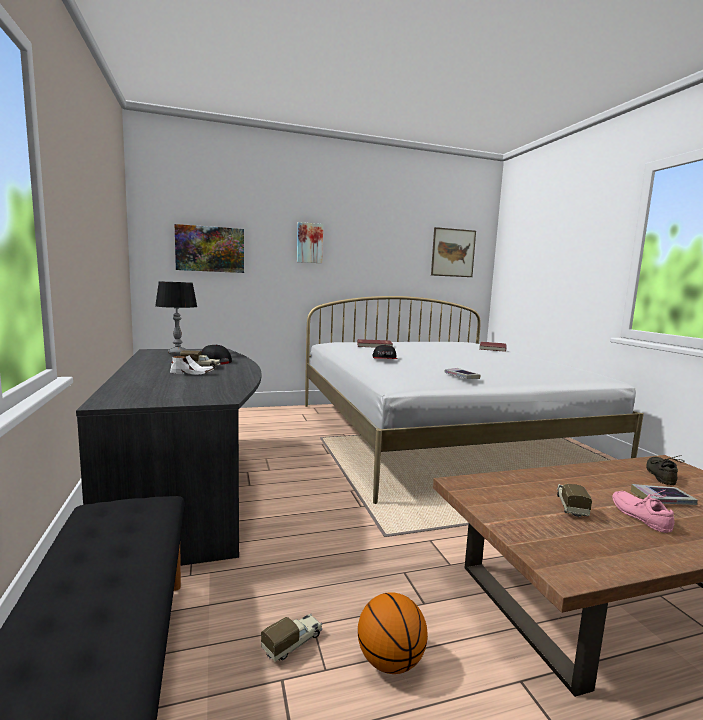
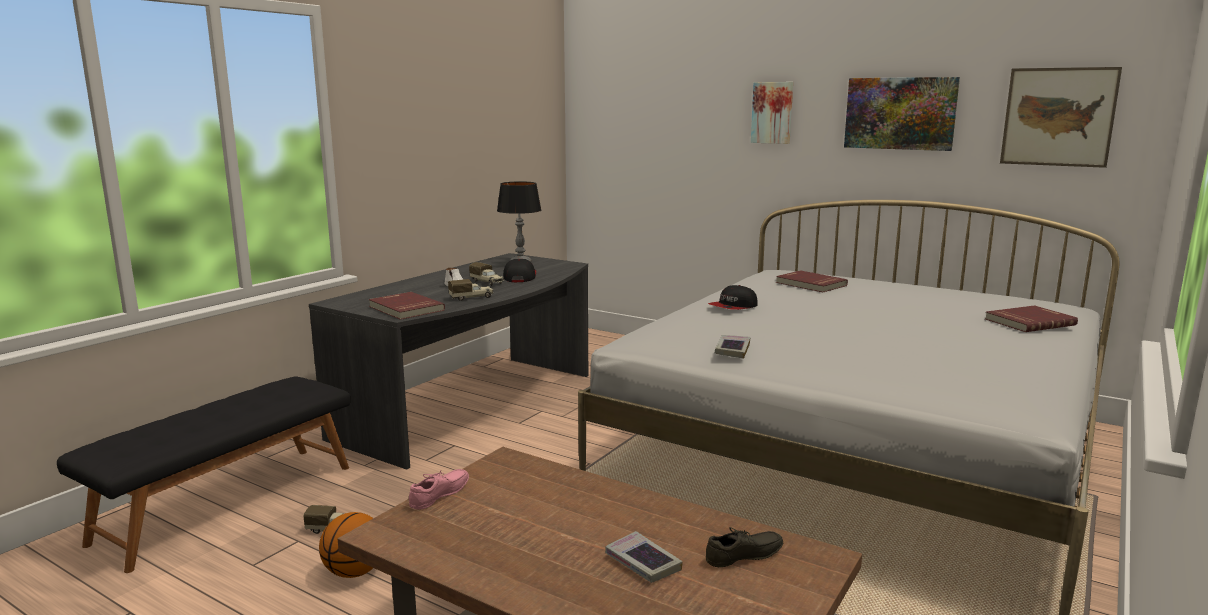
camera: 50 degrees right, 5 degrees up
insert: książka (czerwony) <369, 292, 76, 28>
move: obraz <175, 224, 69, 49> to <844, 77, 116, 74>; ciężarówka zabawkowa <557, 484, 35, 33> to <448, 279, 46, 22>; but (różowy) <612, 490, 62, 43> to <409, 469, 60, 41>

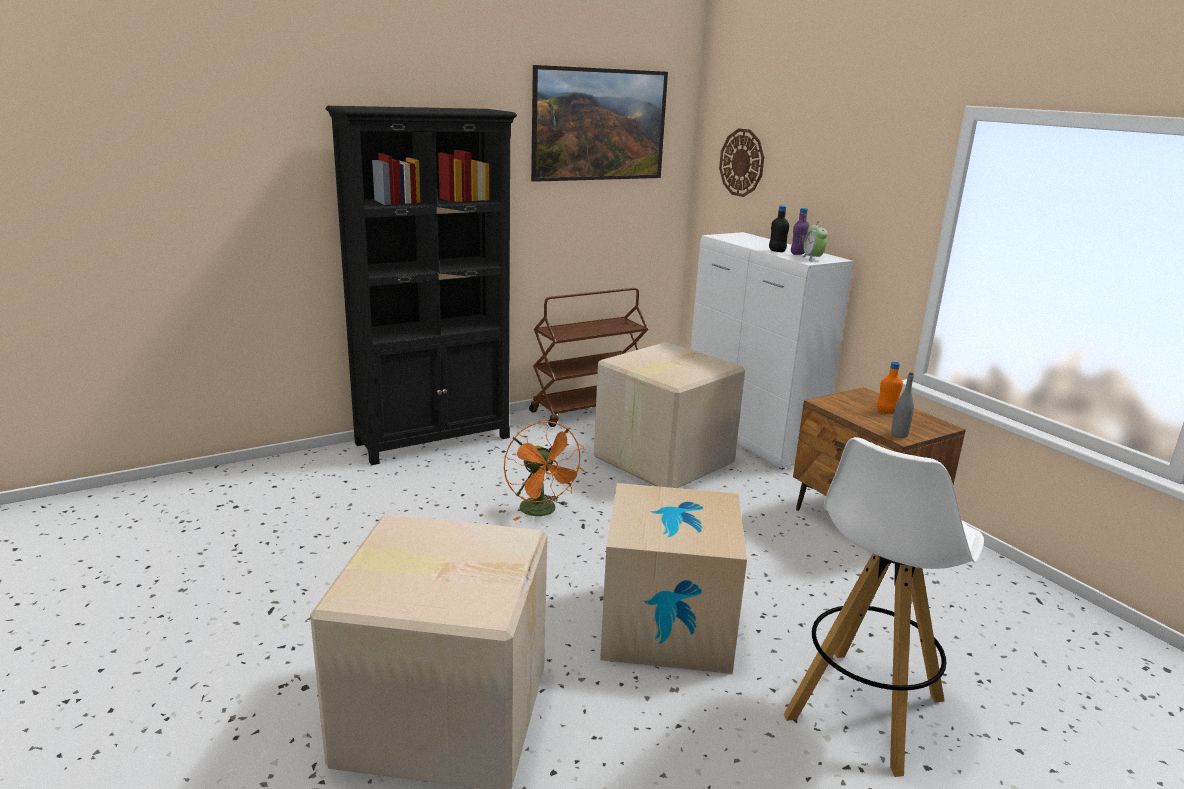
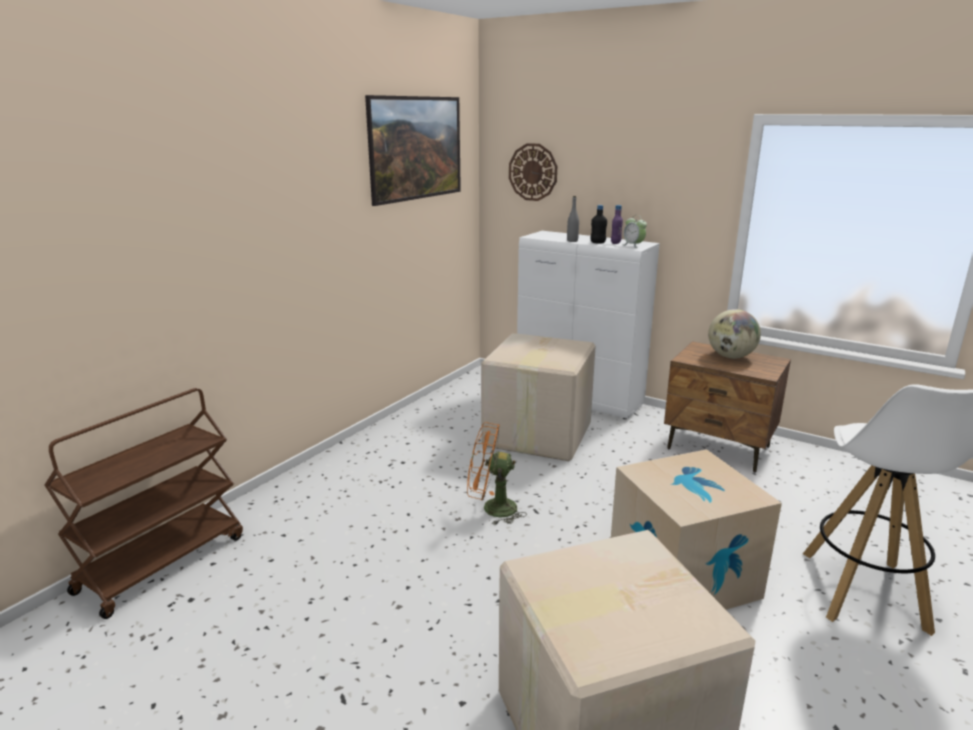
camera: 25 degrees left, 0 degrees up
delete: regał (czarny) <326, 106, 191, 359>
move: wózek (brązowy) <529, 288, 120, 139> to <45, 388, 198, 231>; butelka (szary) <891, 372, 23, 66> to <567, 196, 12, 46>
replace: butelka (pomarańczowy) <877, 362, 26, 51> to globus <708, 309, 53, 49>
rotate: wentylator (pomarańczowy) <504, 421, 81, 100> = <467, 422, 60, 103> 150 degrees clockwise

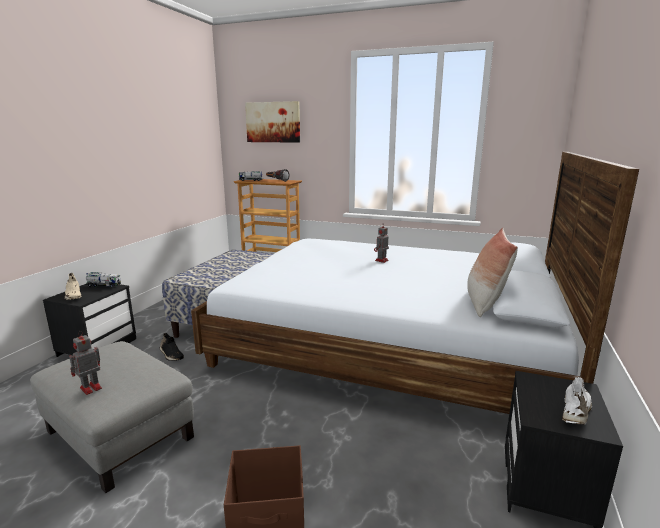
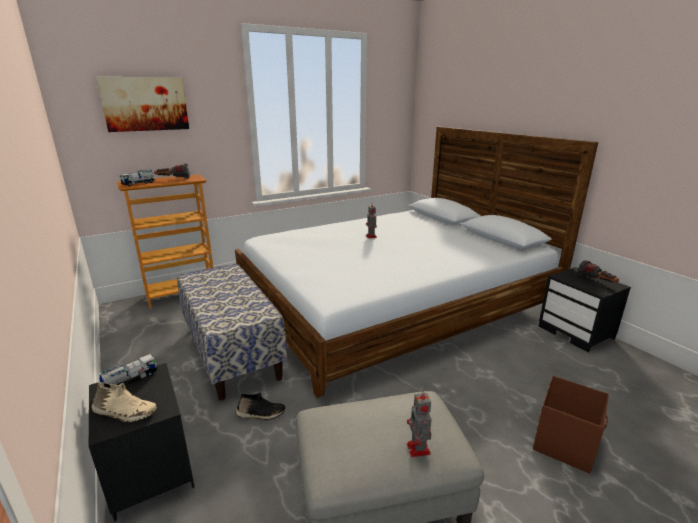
camera: 50 degrees left, 5 degrees up
delete: poduszka <467, 228, 51, 89>
replace: but (biały) <562, 377, 30, 48> to latarka <578, 260, 41, 23>

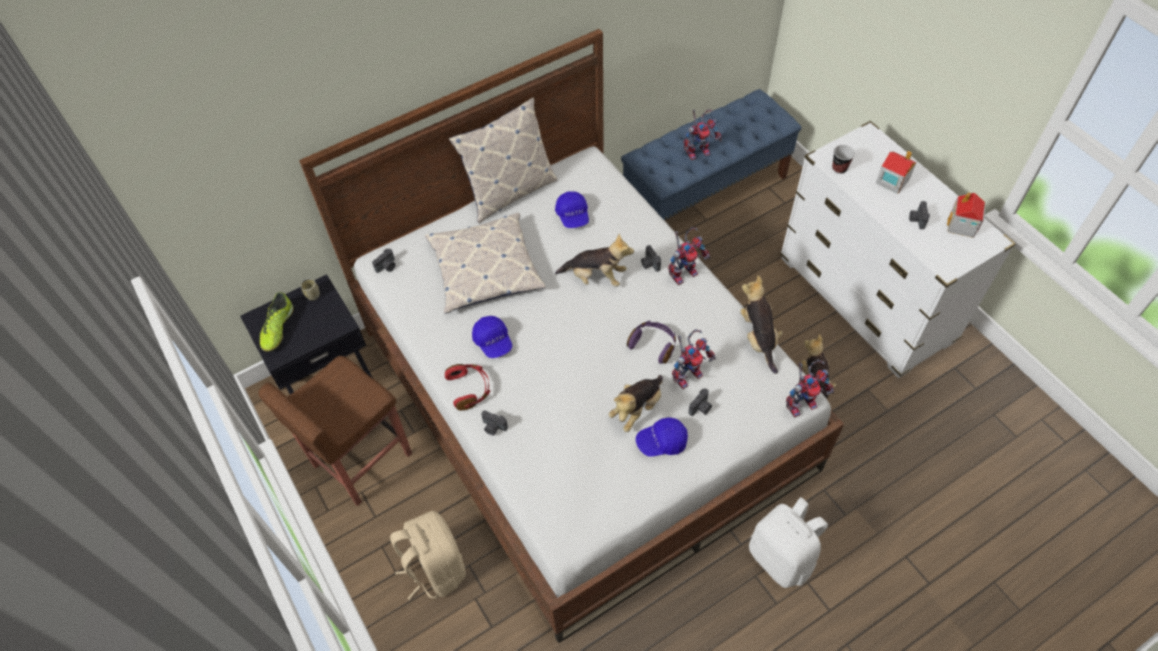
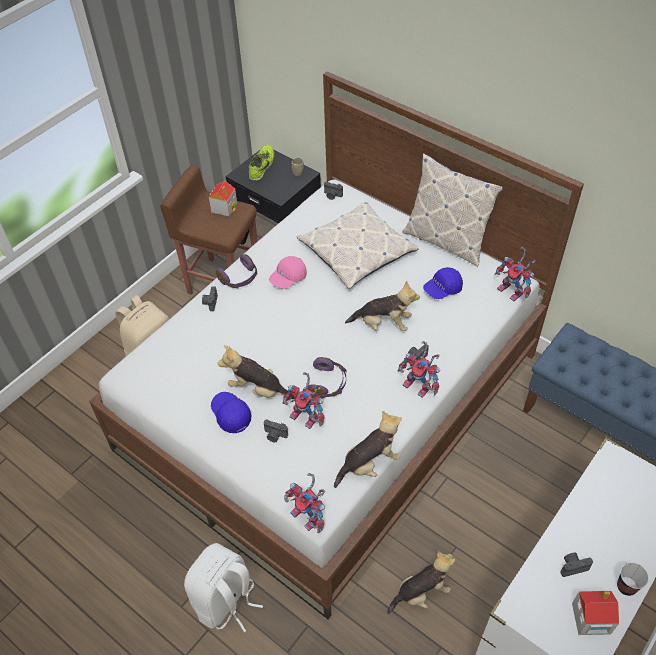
camera: 70 degrees right, 5 degrees down
move: robot zabawkowy <683, 109, 39, 51> to <495, 247, 41, 54>; filiżanka <832, 145, 23, 29> to <617, 562, 32, 34>; domek <876, 151, 40, 43> to <209, 181, 28, 36>
recolor: słuchawki (czerwony) <445, 364, 45, 47> to słuchawki (fioletowy) <216, 254, 41, 34>; czapka z daszkiem (niebieski) <472, 316, 41, 42> to czapka z daszkiem (różowy) <269, 256, 38, 33>
rotate: but <260, 292, 34, 60> = <249, 145, 25, 36> 120 degrees clockwise; pluszak <555, 234, 79, 53> = <345, 281, 75, 50> 75 degrees counterclockwise

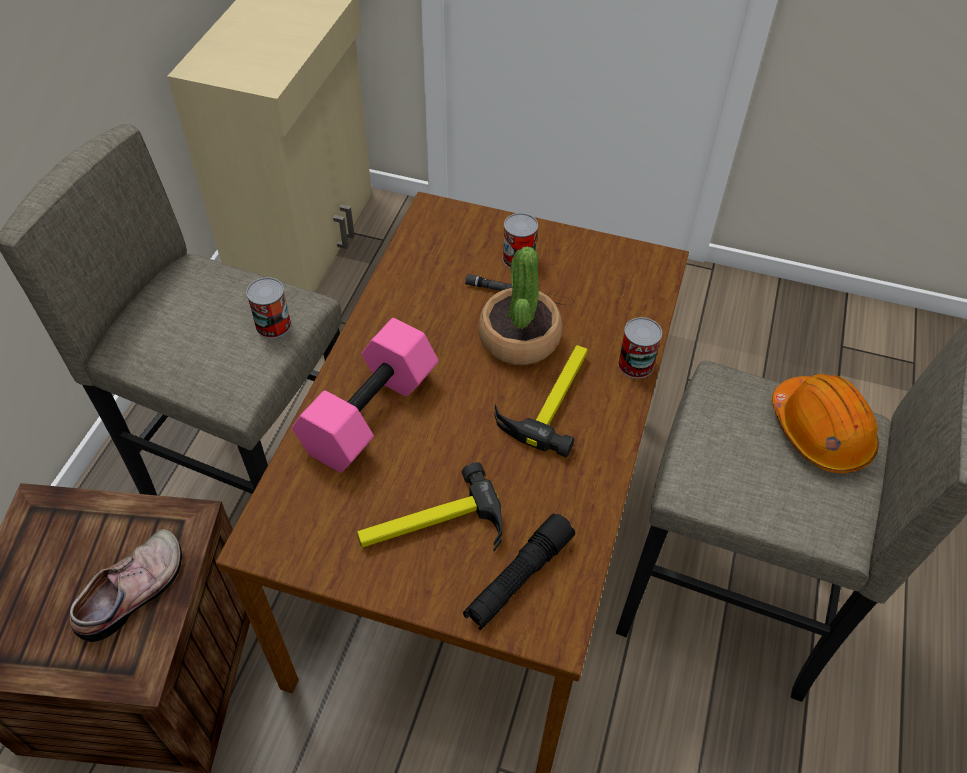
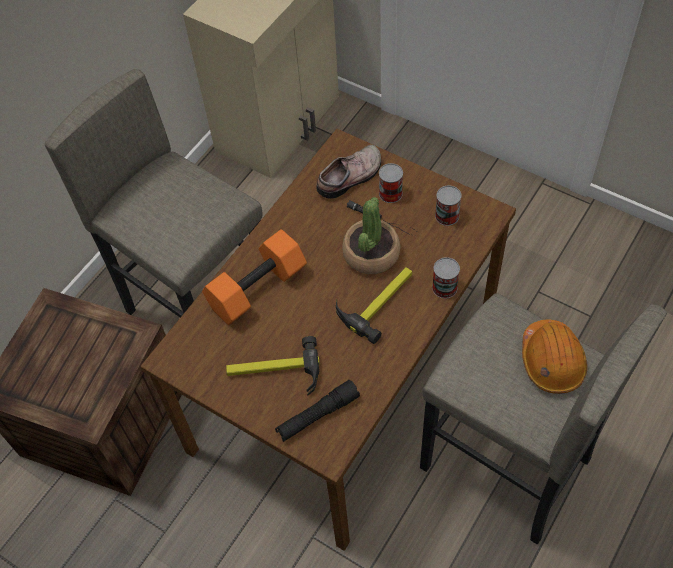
camera: 20 degrees right, 5 degrees up
move: but <69, 529, 113, 113> to <316, 145, 65, 54>; puszka <246, 277, 45, 61> to <435, 185, 27, 41>
recolor: hantel (różowy) <292, 318, 147, 155> to hantel (pomarańczowy) <202, 229, 105, 96>

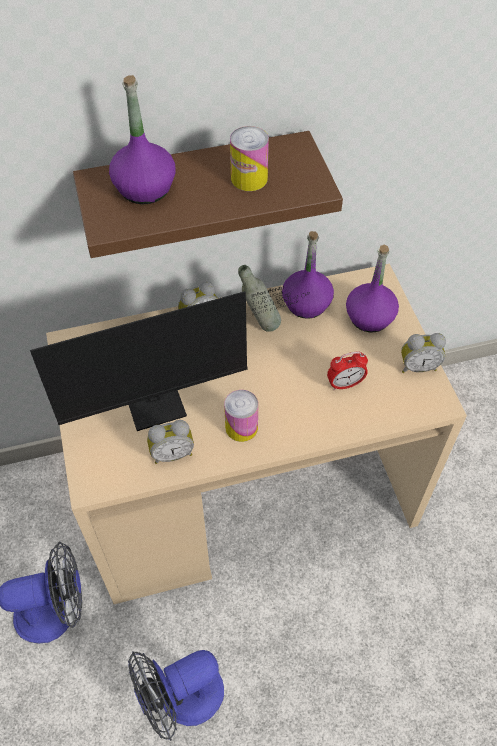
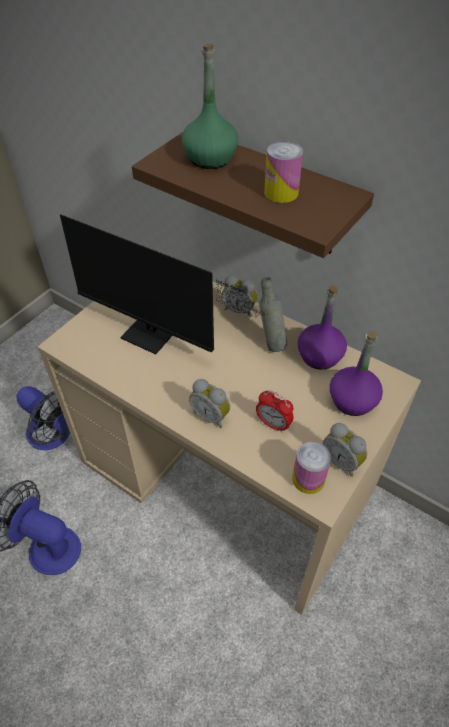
camera: 50 degrees right, 5 degrees down
move: budzik <147, 420, 47, 44> to <189, 379, 41, 49>; puszka <224, 390, 34, 52> to <292, 442, 39, 52>
recolor: butelka (fioletowy) <109, 75, 67, 129> to butelka (zielony) <182, 44, 56, 125>

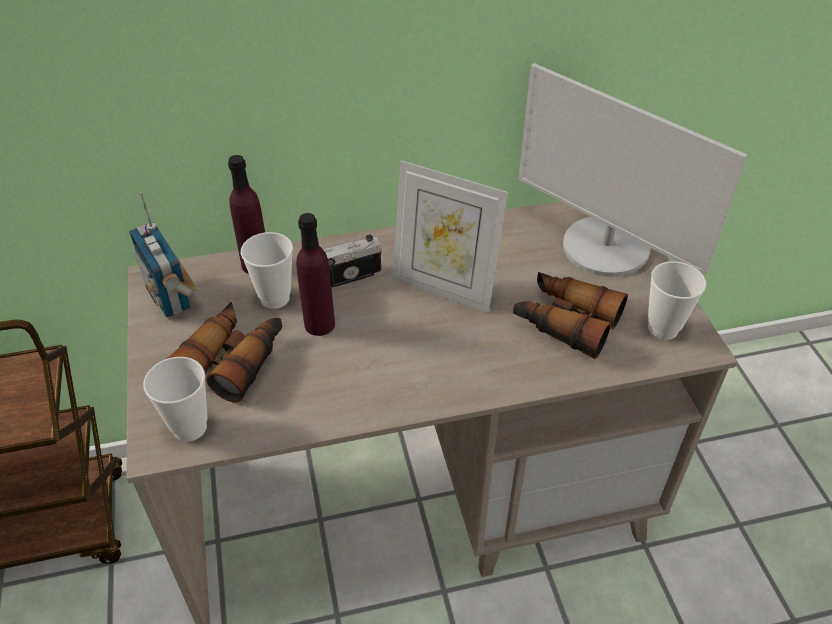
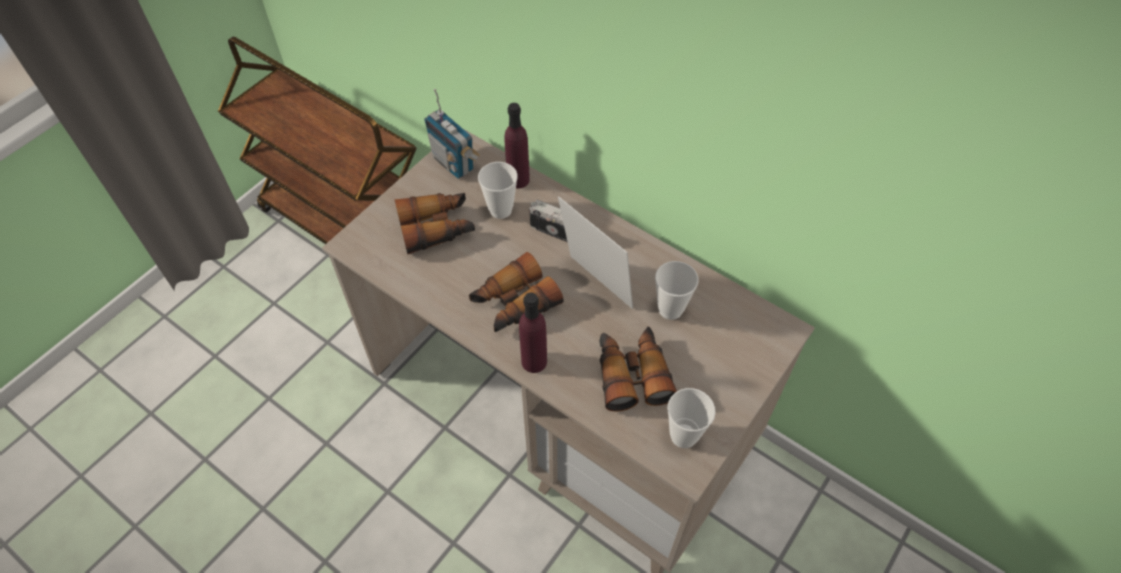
camera: 50 degrees right, 10 degrees up
delete: monitor <519, 63, 228, 214>
insert: lornetka <469, 252, 95, 80>
move: filiżanka <143, 357, 64, 85> to <655, 261, 43, 59>; butelka (fioletowy) <296, 213, 39, 123> to <519, 293, 28, 80>
rotate: radio <129, 192, 68, 126> = <424, 89, 56, 90> 60 degrees counterclockwise; ramka na zdjęcie <392, 160, 116, 153> = <558, 196, 75, 113> 150 degrees clockwise

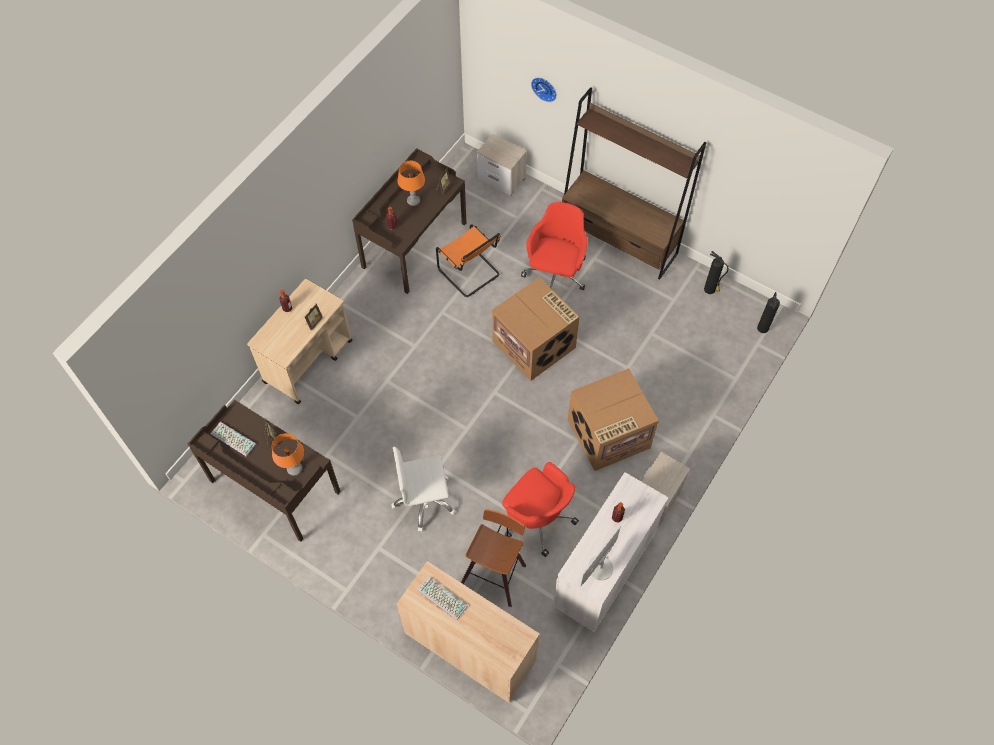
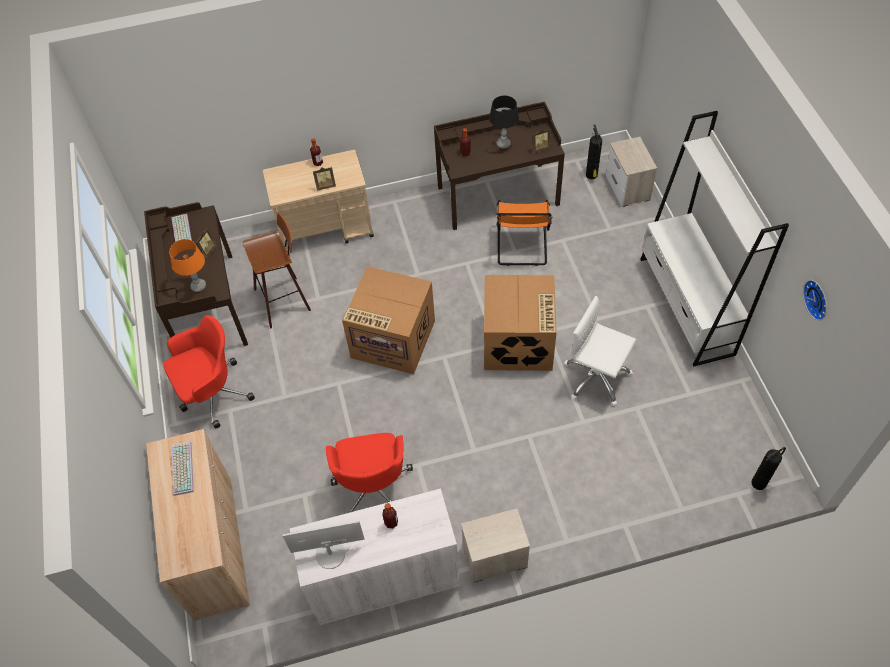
camera: 45 degrees right, 5 degrees down
move: krzesło biurowe (biały) <391, 447, 64, 84> to <564, 296, 72, 110>; stołek <461, 509, 65, 98> to <243, 213, 68, 116>; krzesło biurowe (czerwony) <521, 202, 67, 88> to <164, 315, 91, 113>; zegar ścienny <531, 77, 26, 25> to <803, 280, 24, 41>; karton <568, 368, 91, 103> to <342, 266, 93, 108>; gaśnica <704, 251, 25, 43> to <586, 125, 16, 54>
recolor: lampa stołowa (pomarańczowy) <397, 161, 28, 45> to lampa stołowa (czarny) <489, 96, 30, 53>; regał (brązowy) <562, 87, 144, 193> to regał (biały) <640, 111, 149, 255>

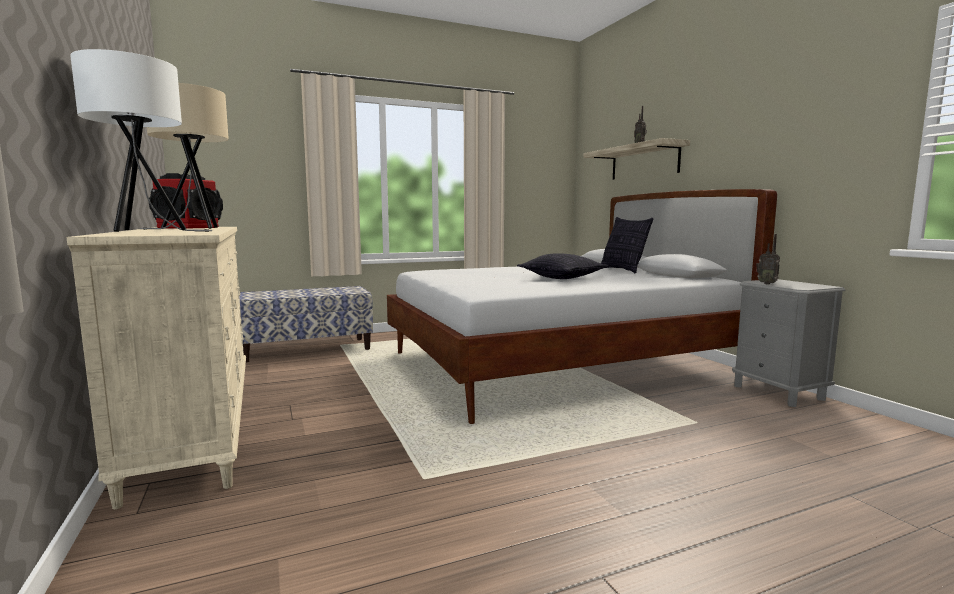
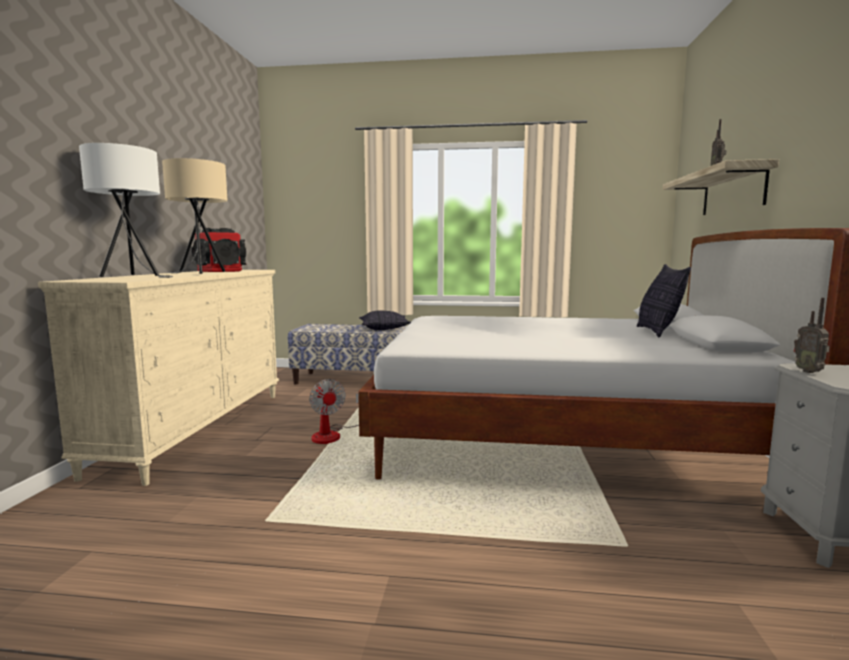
camera: 30 degrees right, 0 degrees up
insert: wentylator <309, 379, 50, 65>
move: poduszka <517, 253, 91, 26> to <359, 310, 52, 20>

